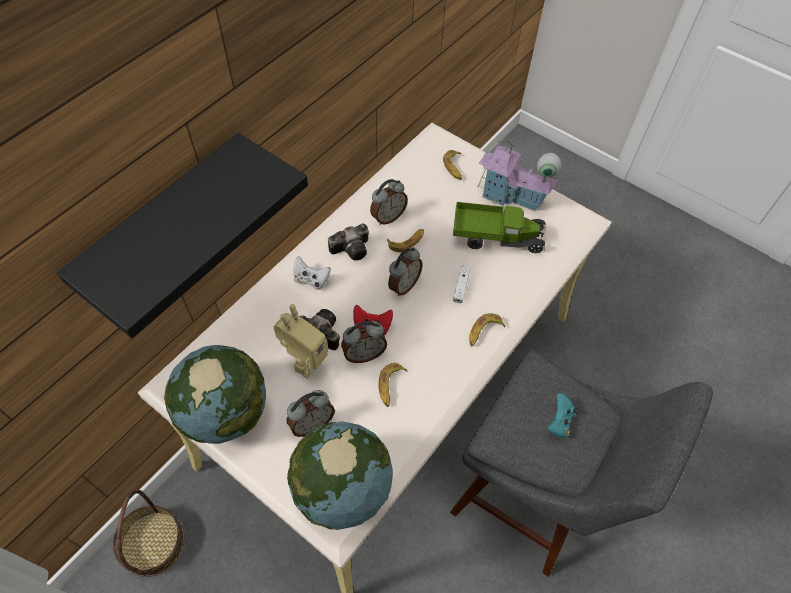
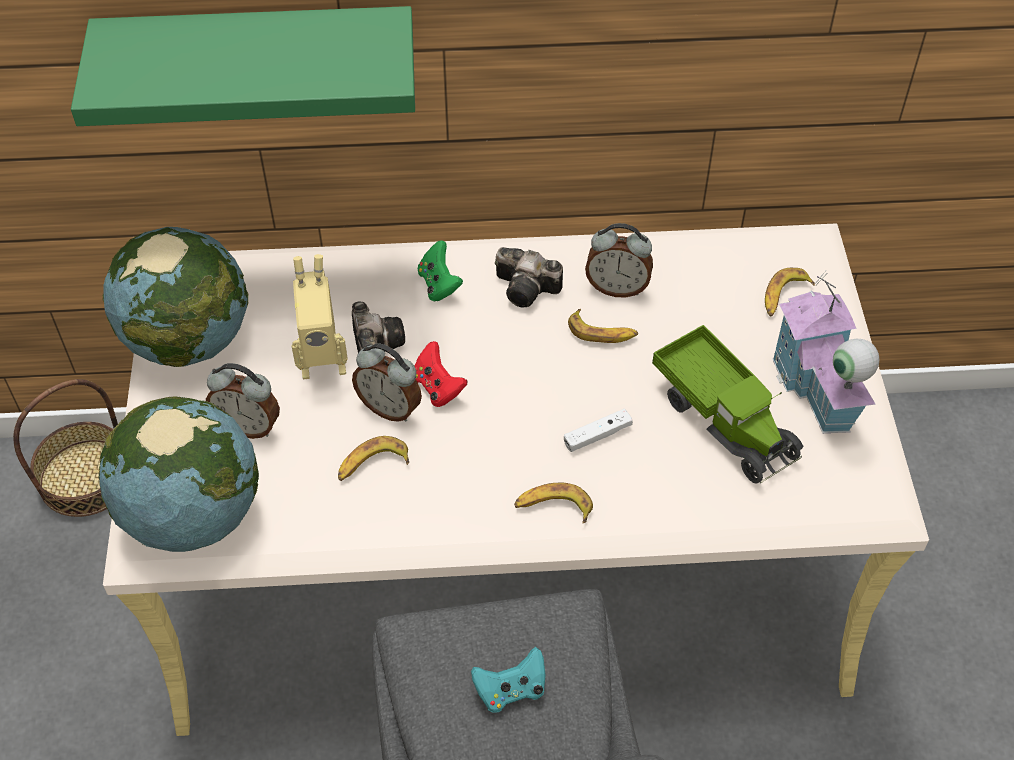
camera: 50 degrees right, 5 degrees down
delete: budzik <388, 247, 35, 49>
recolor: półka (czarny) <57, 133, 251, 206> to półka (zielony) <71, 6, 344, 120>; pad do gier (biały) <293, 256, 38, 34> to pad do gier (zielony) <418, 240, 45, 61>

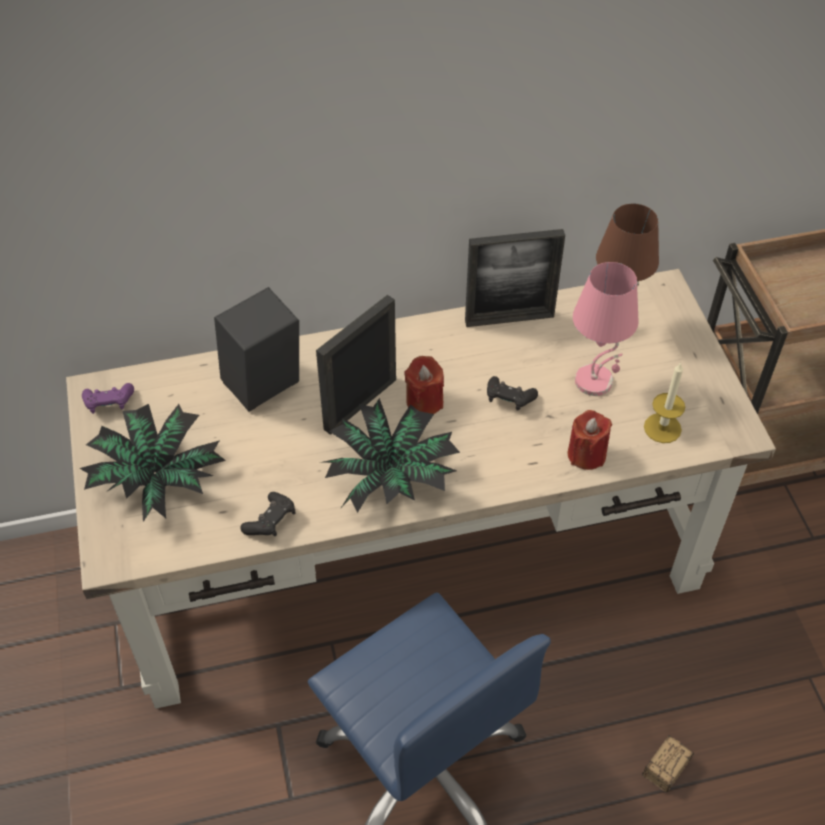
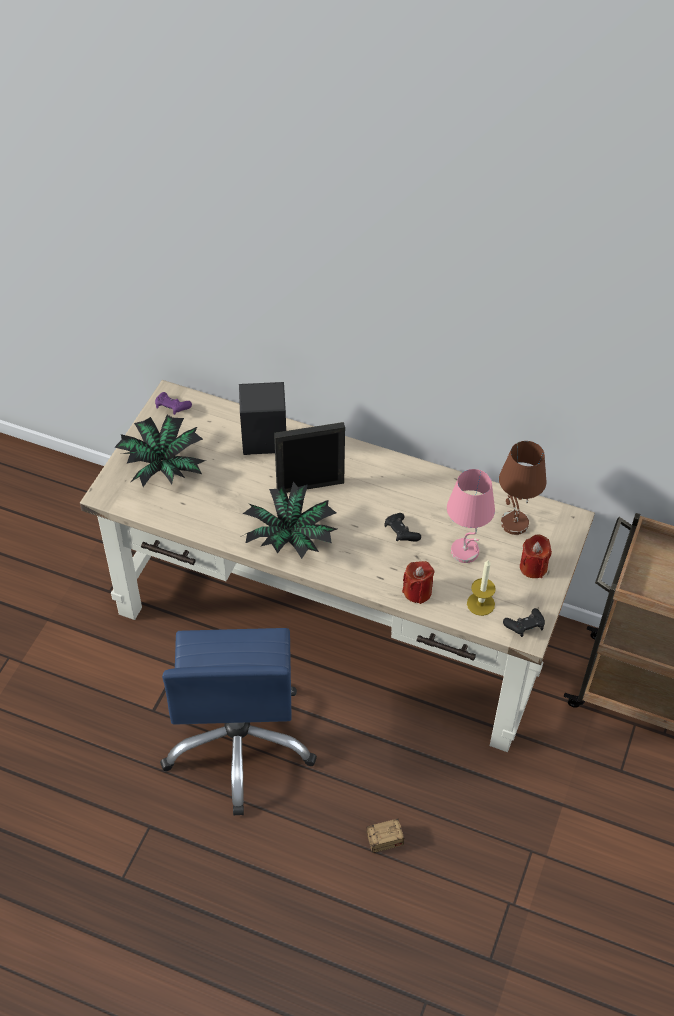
camera: 35 degrees right, 0 degrees up
delete: ramka na zdjęcie <465, 229, 100, 98>
move: pad do gier (czarny) <240, 492, 55, 44> to <503, 608, 42, 29>; świeca (czerwony) <404, 356, 40, 58> to <520, 535, 32, 43>

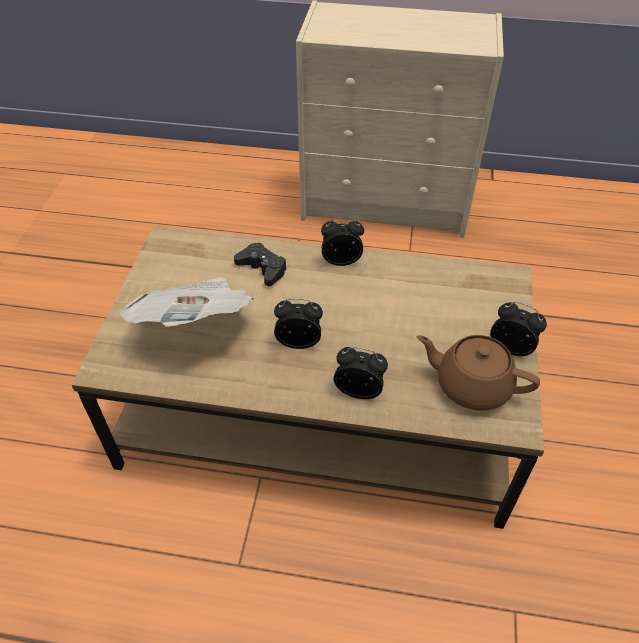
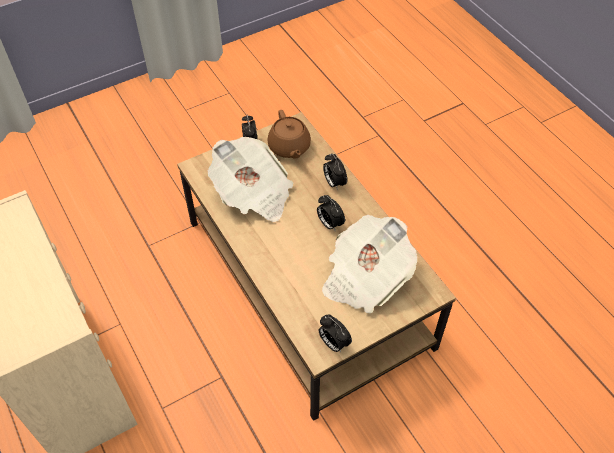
camera: 130 degrees left, 5 degrees up
delete: pad do gier (czarny) <234, 242, 53, 44>
insert: gazeta <208, 137, 86, 85>
move: budzik <321, 217, 43, 49> to <319, 315, 33, 37>

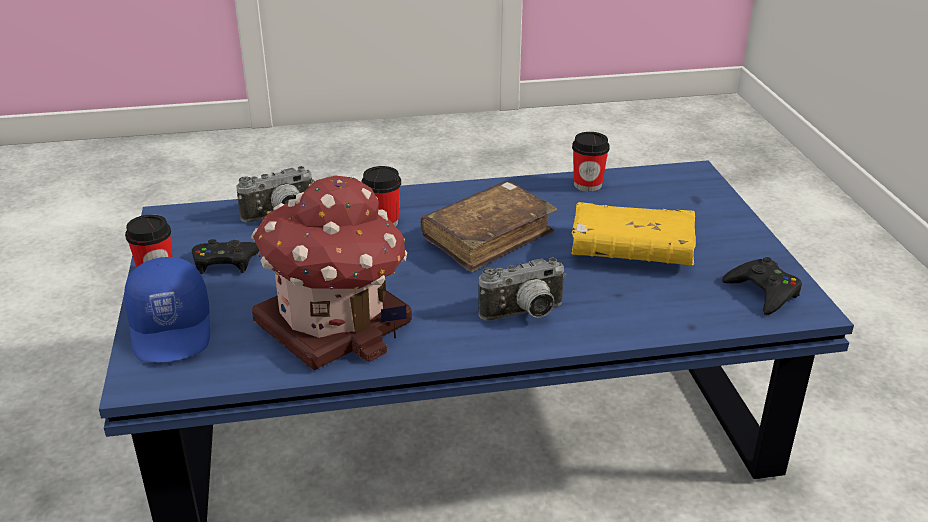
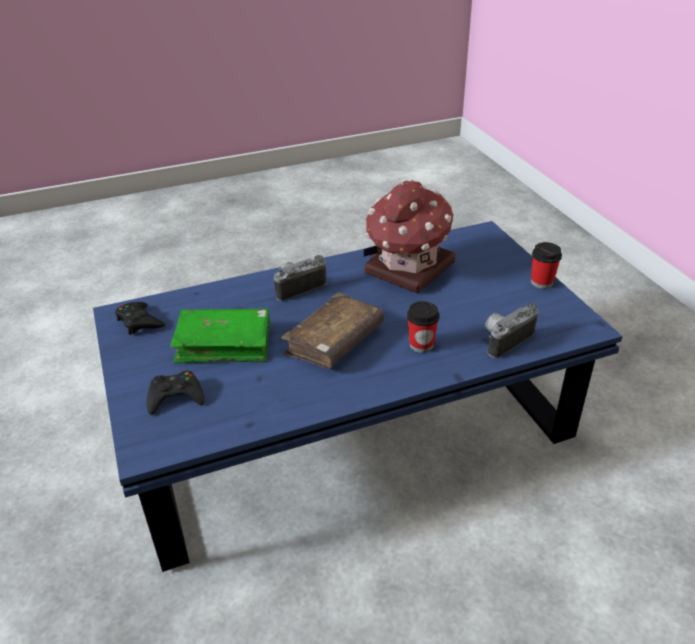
camera: 170 degrees right, 5 degrees up
delete: czapka z daszkiem (niebieski) <124, 257, 86, 106>; filiżanka <572, 132, 38, 60>
move: pad do gier (czarny) <192, 239, 67, 35> to <147, 371, 58, 44>
recolor: książka (żółty) <571, 202, 125, 63> to książka (zielony) <170, 308, 100, 55>

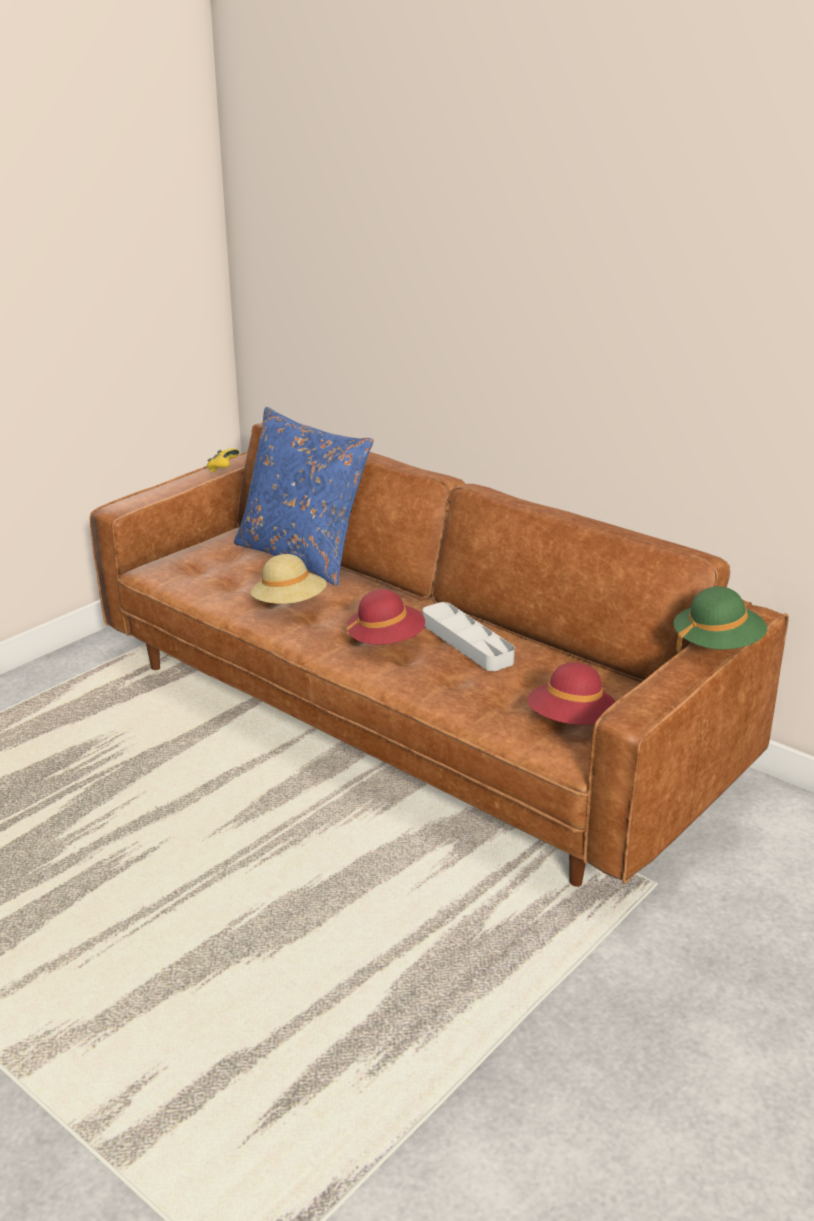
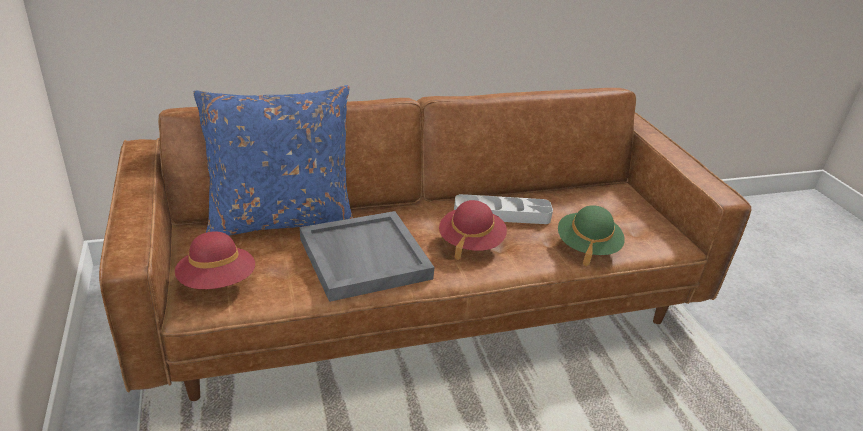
camera: 60 degrees left, 5 degrees up
delete: pad do gier (żółty) <207, 448, 32, 24>
move: kapelusz (czerwony) <528, 662, 88, 63> to <175, 232, 80, 57>; kapelusz (zielony) <673, 586, 94, 67> to <558, 205, 67, 61>
replace: kapelusz (beżowy) <251, 554, 76, 50> to taca (szary) <300, 211, 134, 91>

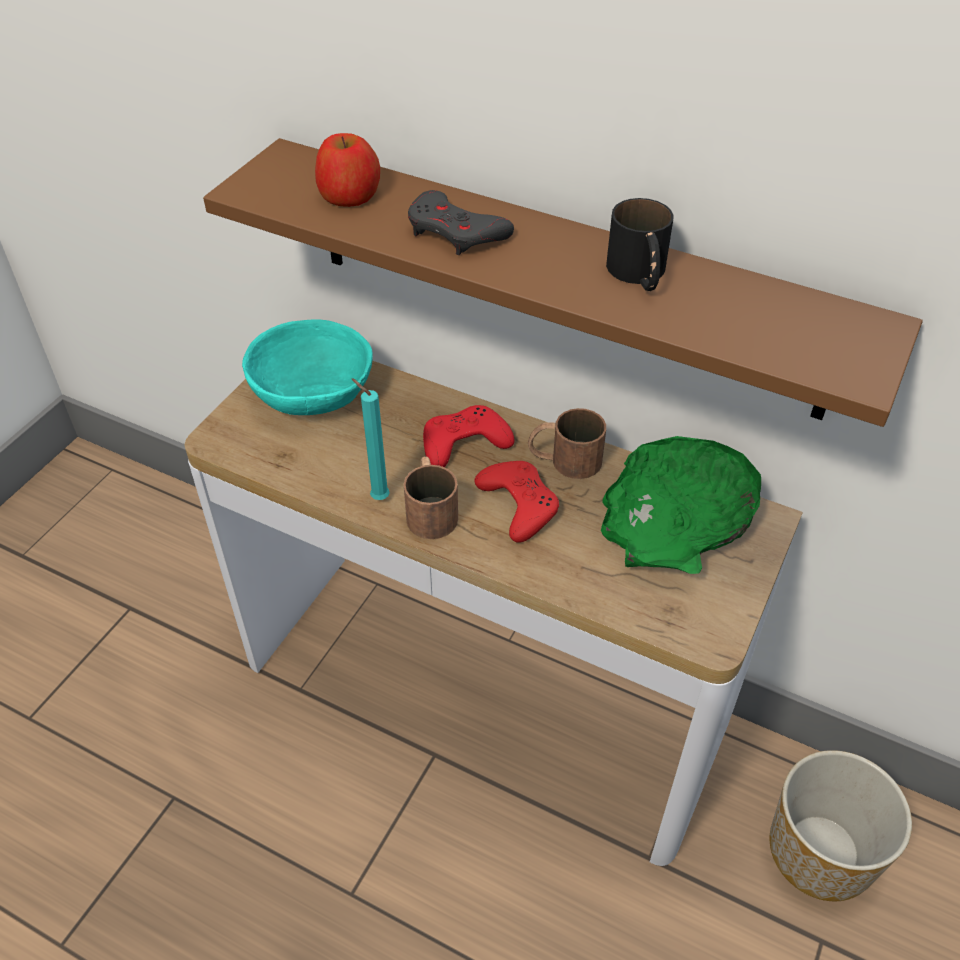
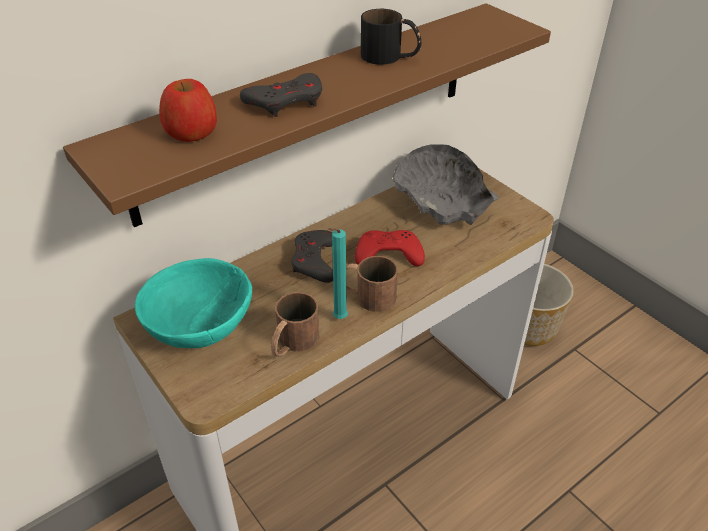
camera: 65 degrees left, 5 degrees down
move: kubek (brązowy) <528, 408, 78, 71> to <271, 292, 48, 65>
recolor: pad do gier (czerwony) <423, 405, 91, 62> to pad do gier (szary) <291, 230, 42, 53>; miska (zielony) <601, 436, 160, 138> to miska (szary) <393, 145, 106, 80>

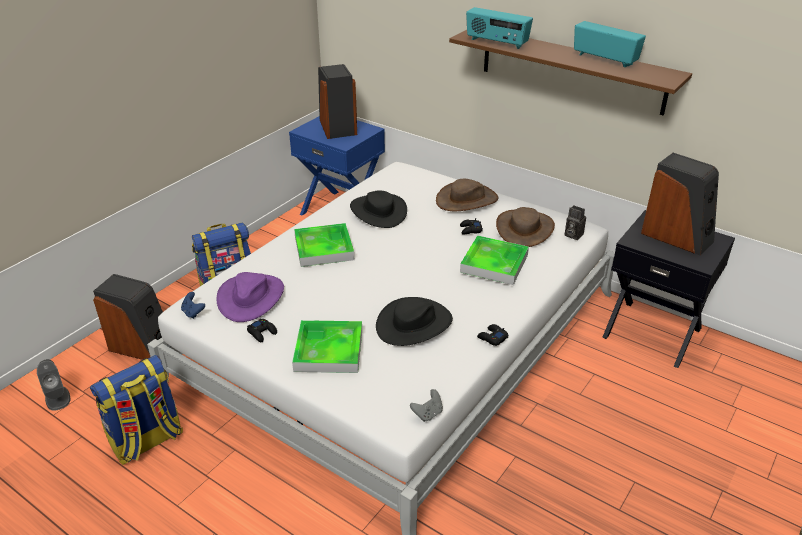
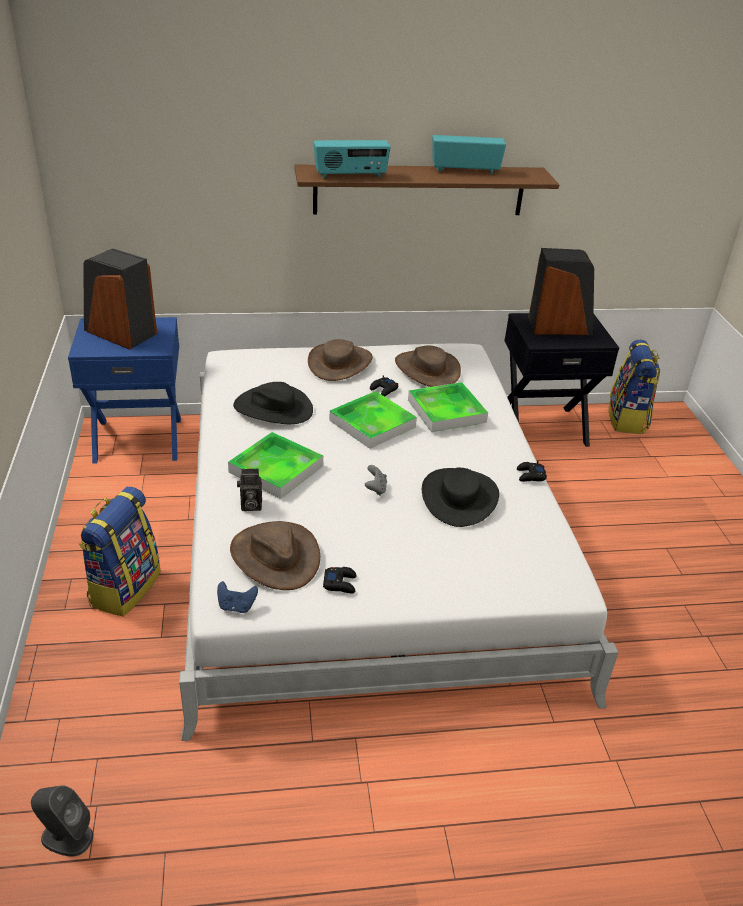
camera: 45 degrees left, 0 degrees up
delete: głośnik <93, 274, 70, 86>
move: plecak <90, 355, 93, 110> to <609, 340, 51, 94>; taca <292, 320, 70, 53> to <329, 391, 88, 58>; pad do gier (szary) <410, 389, 33, 33> to <365, 465, 22, 31>; aparat fotograficzny <565, 205, 21, 35> to <237, 468, 25, 43>
recolor: kapelusz (fioletowy) <217, 272, 67, 50> to kapelusz (brązowy) <230, 521, 90, 69>

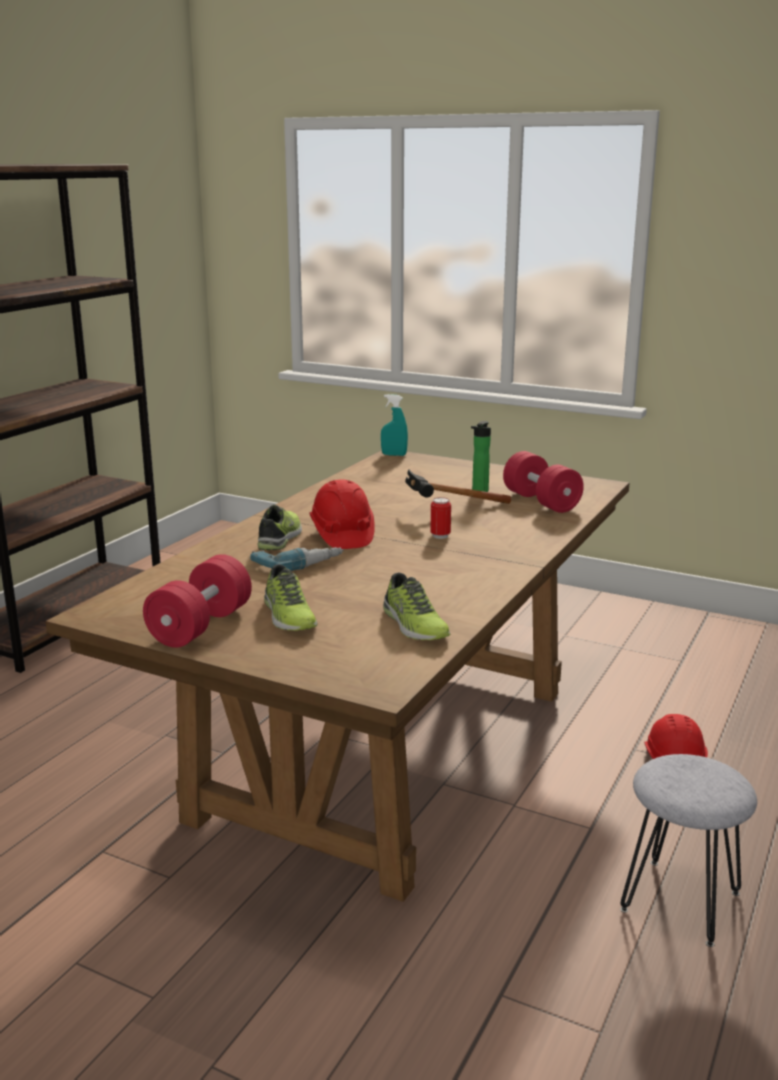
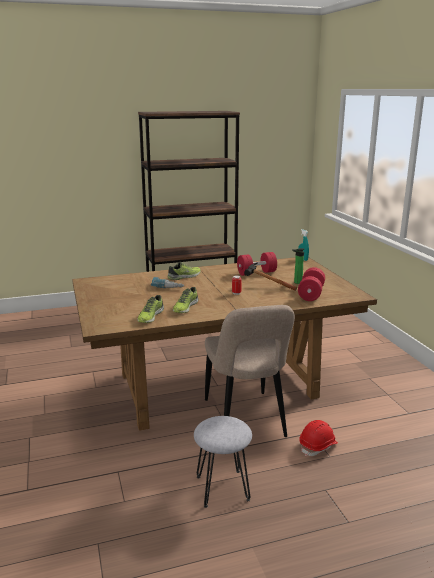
camera: 45 degrees right, 0 degrees up
delete: kask (czerwony) <310, 479, 65, 70>
insert: krzesło (beżowy) <205, 305, 90, 132>
move: hantel (czerwony) <143, 554, 109, 94> to <237, 252, 40, 24>; but <264, 564, 54, 67> to <173, 287, 26, 26>

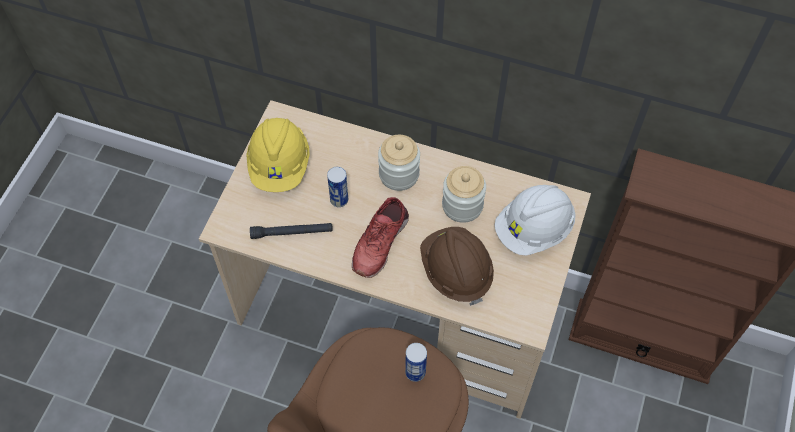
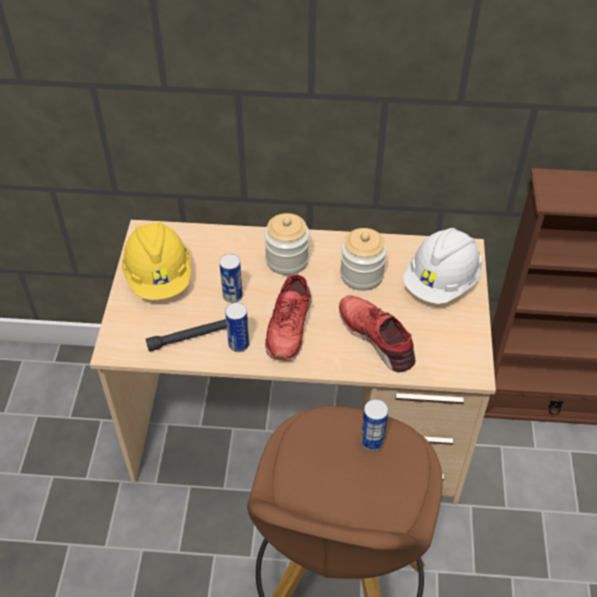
camera: 15 degrees left, 10 degrees down
insert: puszka <225, 302, 24, 50>
replace: kask (brązowy) <420, 227, 74, 79> to but (czerwony) <339, 295, 76, 78>

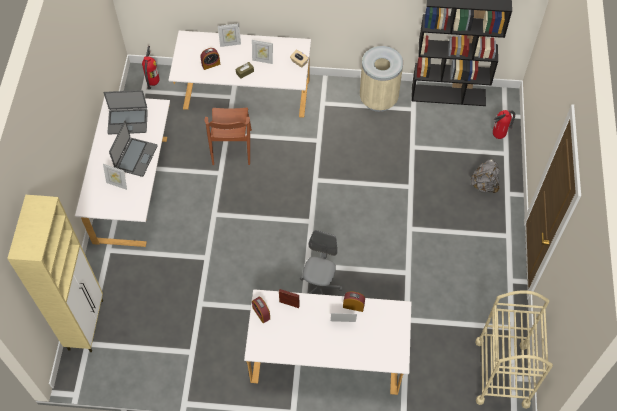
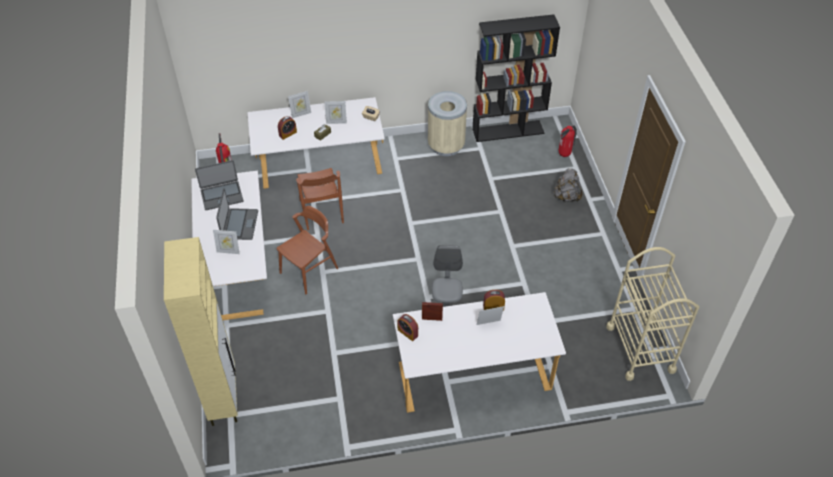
camera: 15 degrees left, 10 degrees down
insert: krzesło (brązowy) <277, 206, 61, 88>

